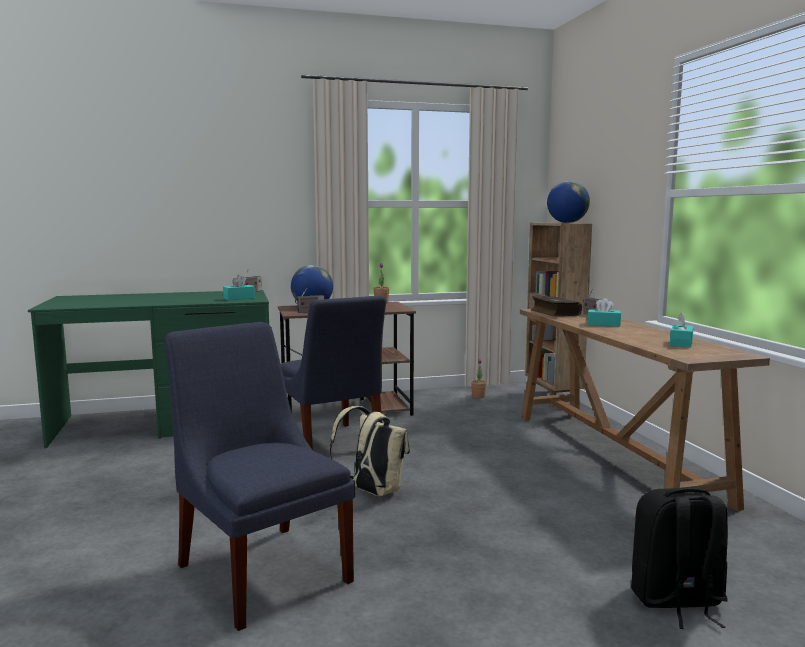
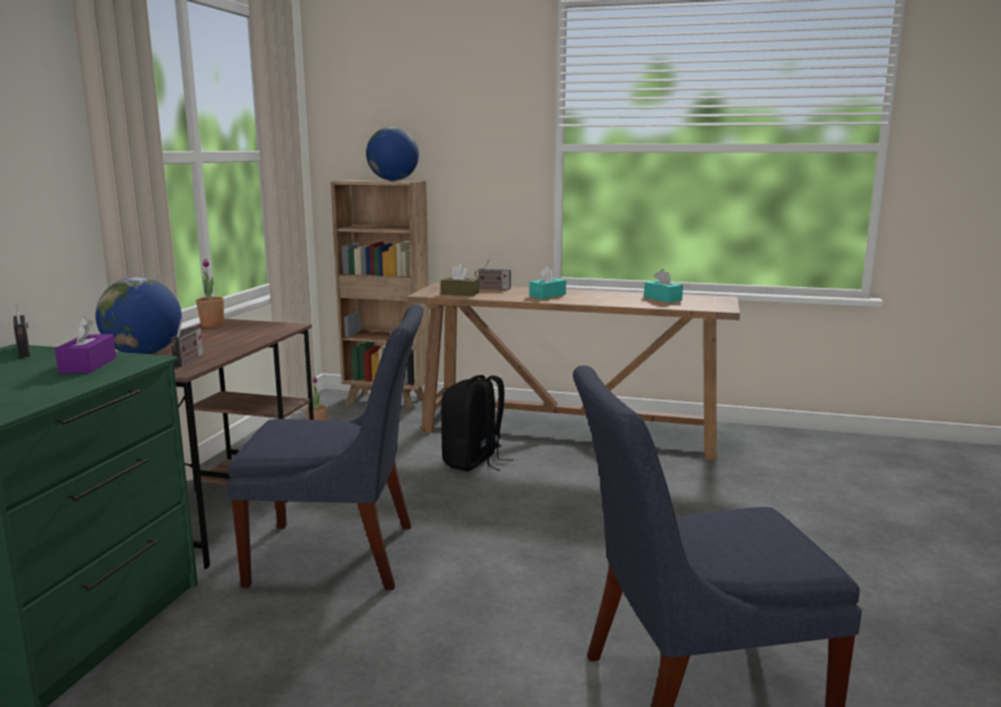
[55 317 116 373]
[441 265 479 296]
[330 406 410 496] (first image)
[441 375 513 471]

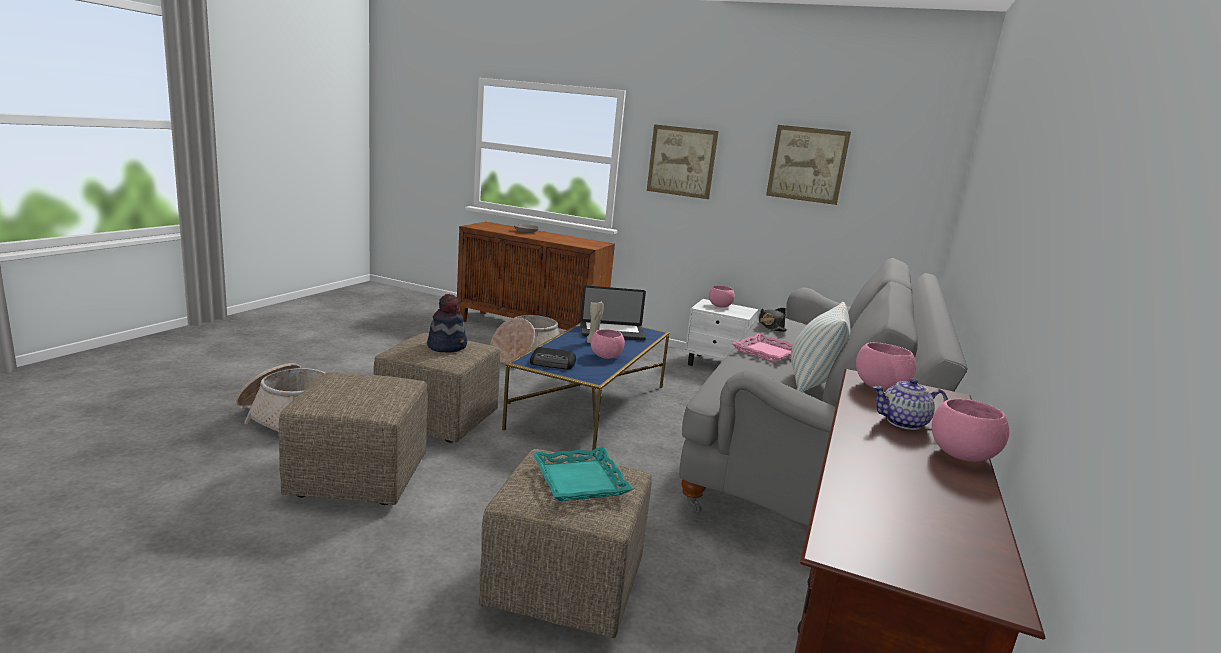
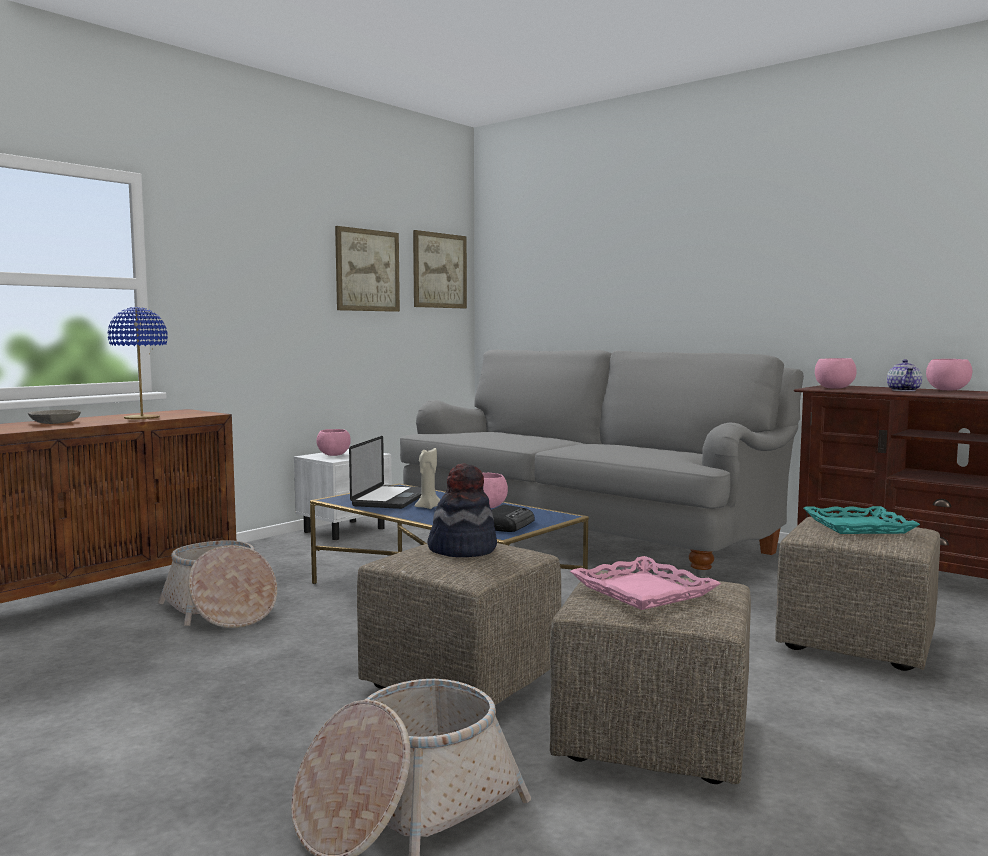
[413 230 467 308]
[791 302 851 392] (first image)
[759 308 787 332] (first image)
[570 556 721 610]
[108 307 168 419]

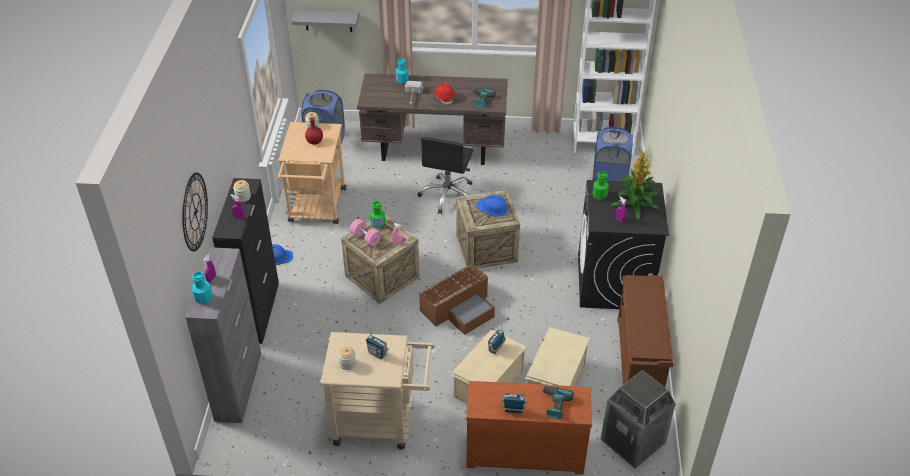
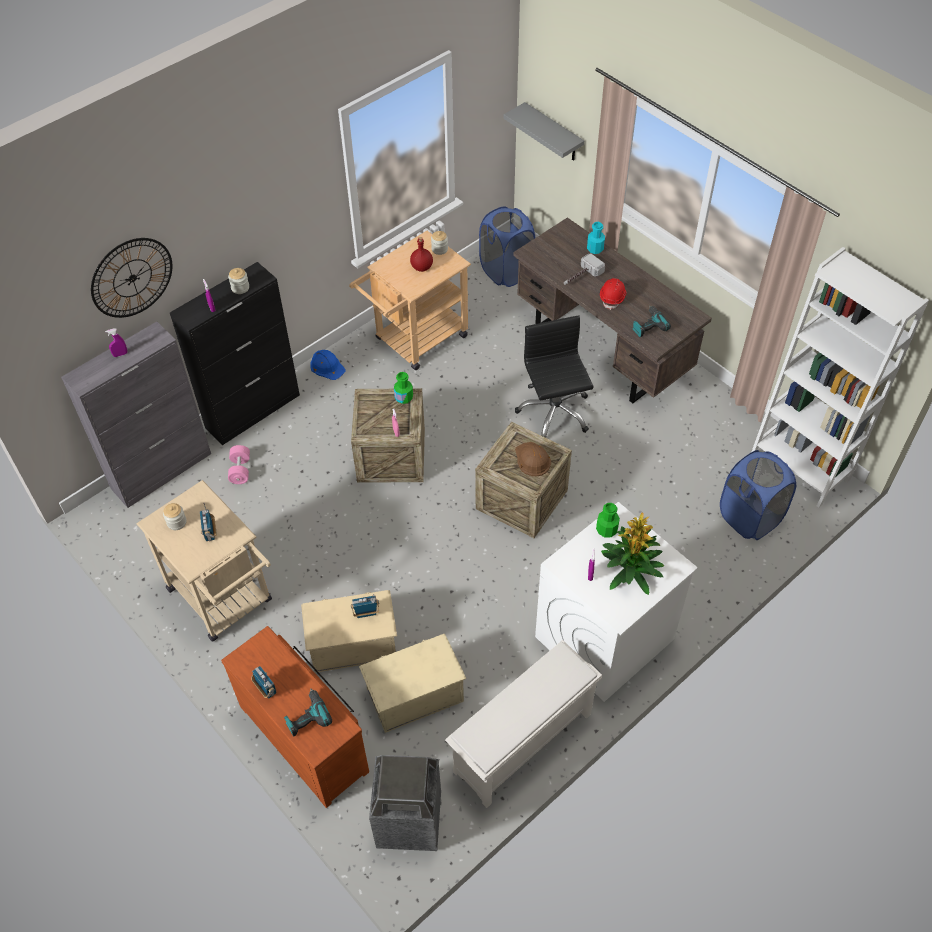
[515 315 594 438]
[535 502 698 702]
[515 442 551 476]
[228 445 250 484]
[419 263 495 335] (first image)
[191 272 213 304] (first image)
[445 640 602 808]

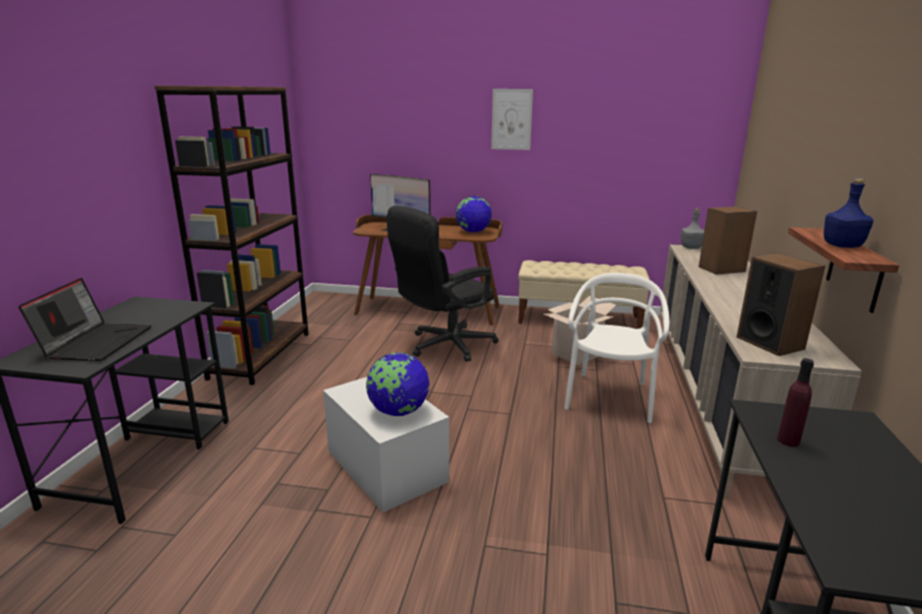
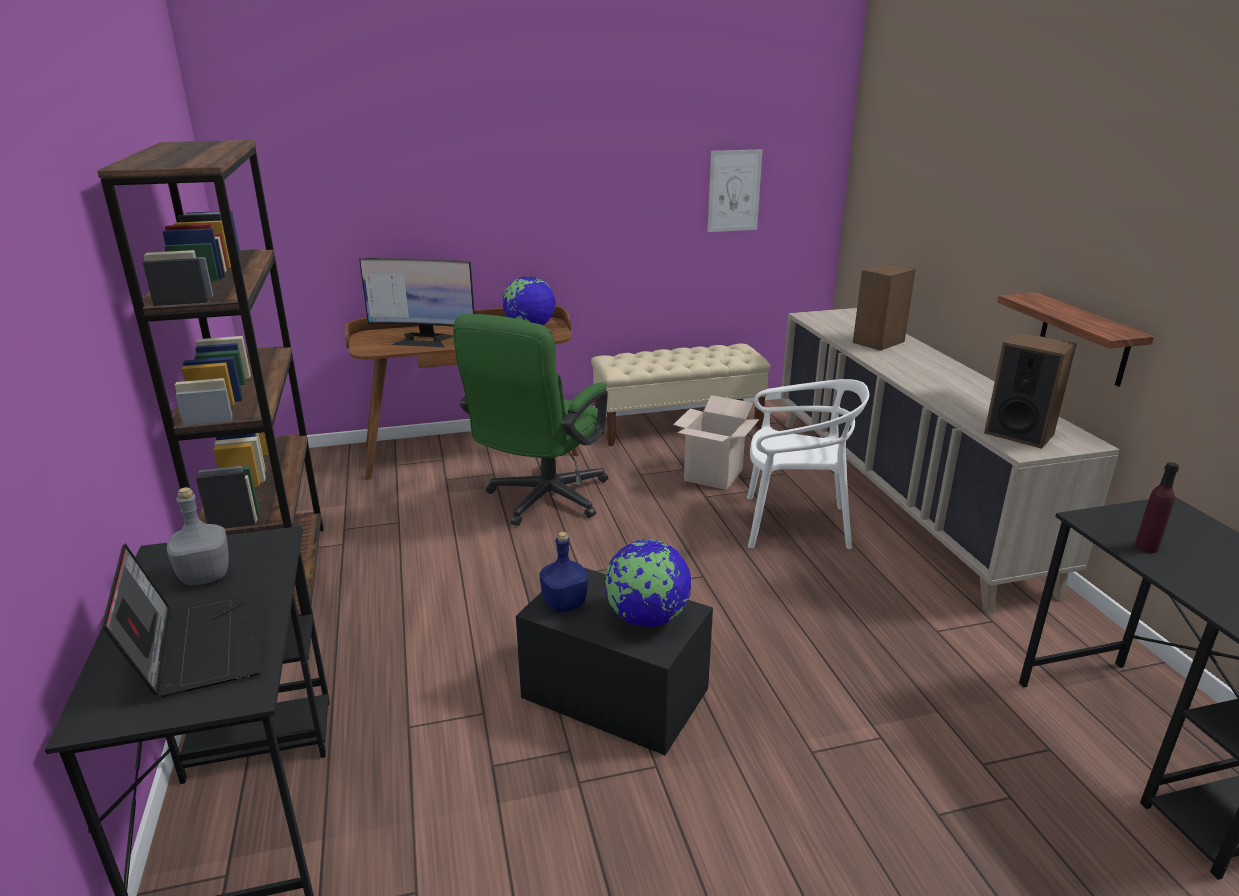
[707 149 763 232]
[539 532 588 613]
[453 314 608 526]
[167 487 229 585]
[747 379 869 549]
[516 568 713 755]

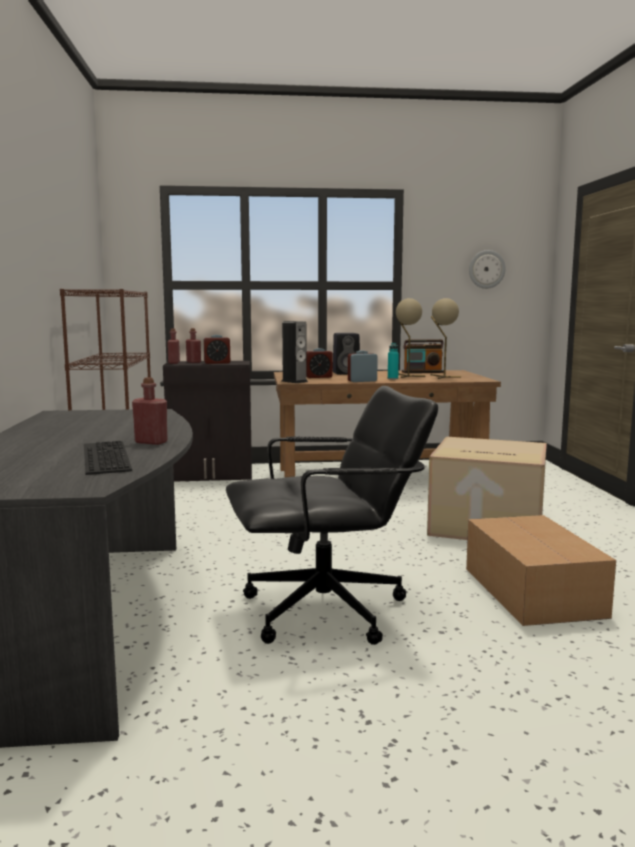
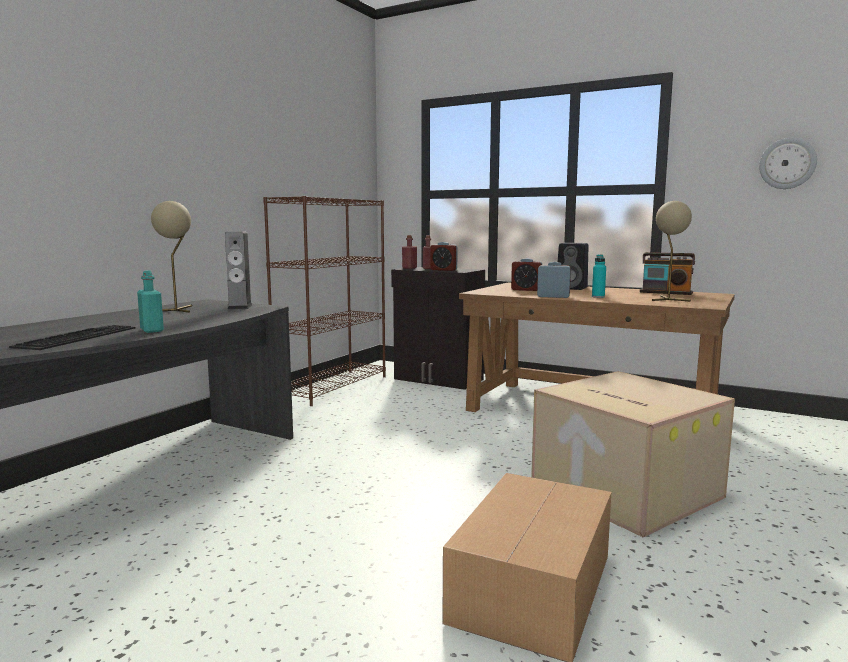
[151 201 193 313]
[225 231 252 309]
[137 270 164 333]
[226 386 438 645] (first image)

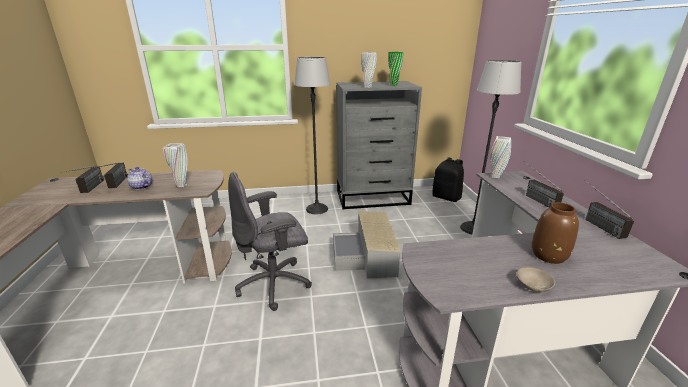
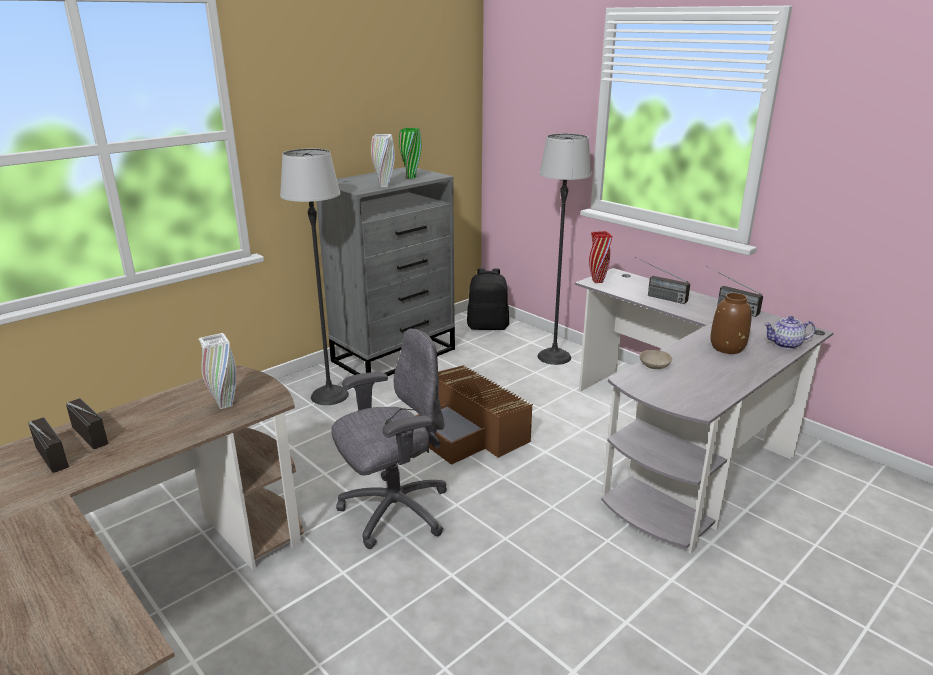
[589 231 613 283]
[764 316 815 349]
[331 328 447 549]
[416 365 533 465]
[639 350 672 369]

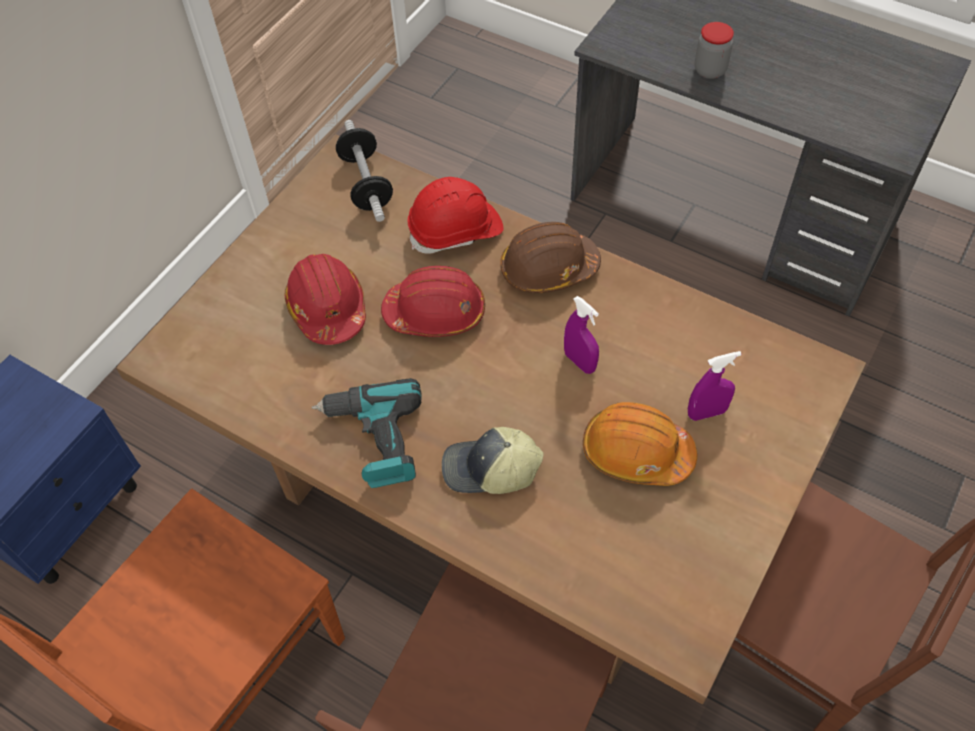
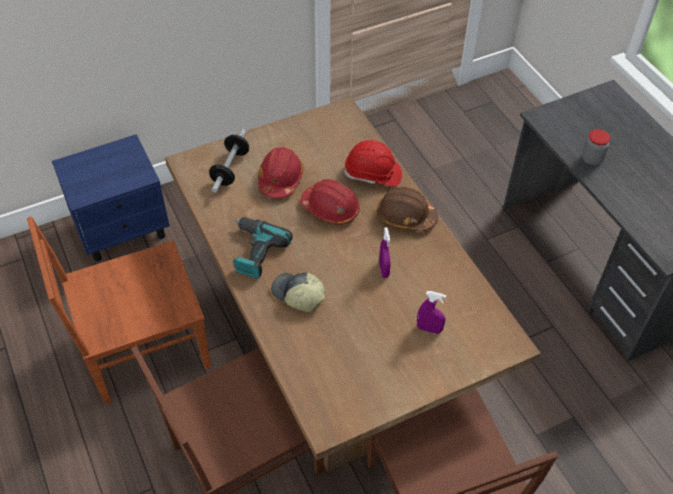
[209 129 249 193]
[583 402 697 486] (first image)

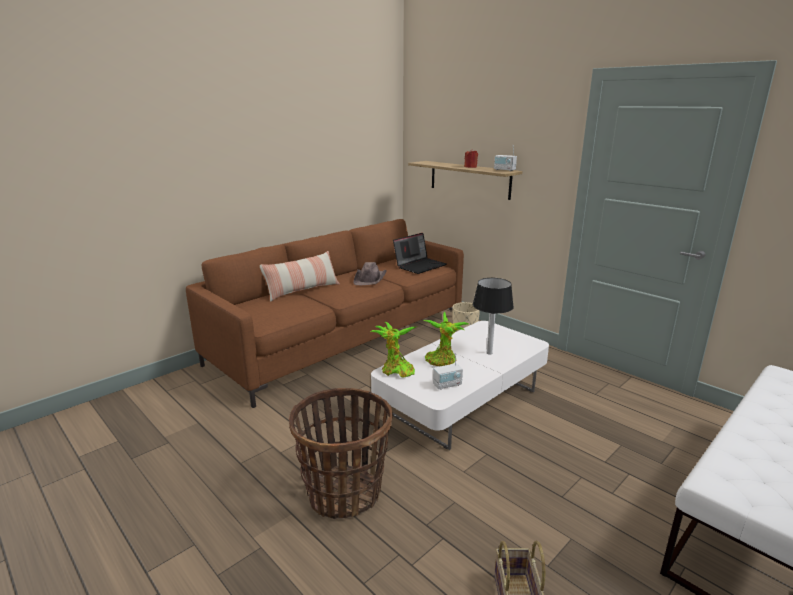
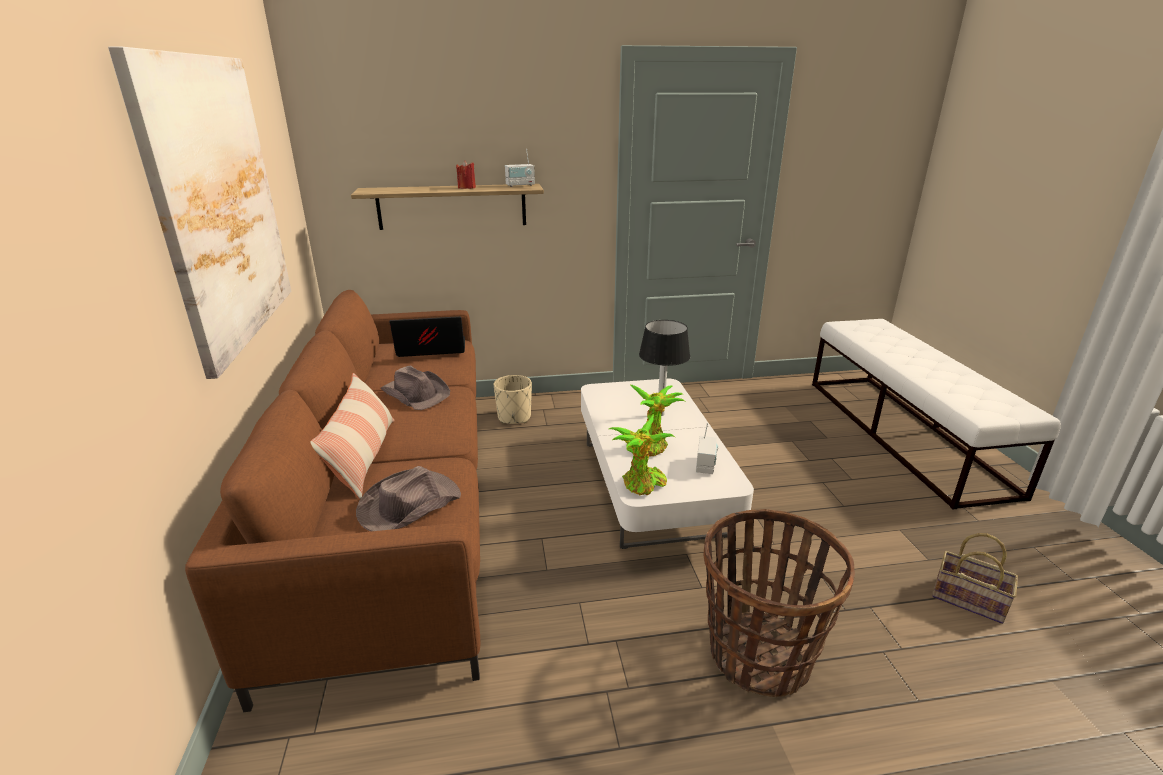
[389 316 465 357]
[108 47 291 379]
[356 466 461 531]

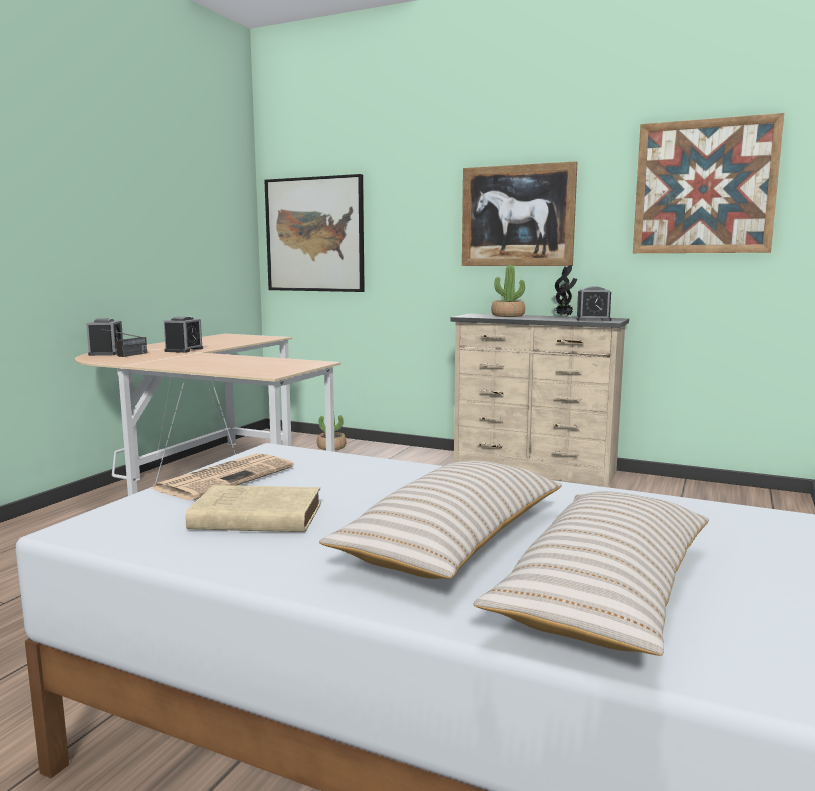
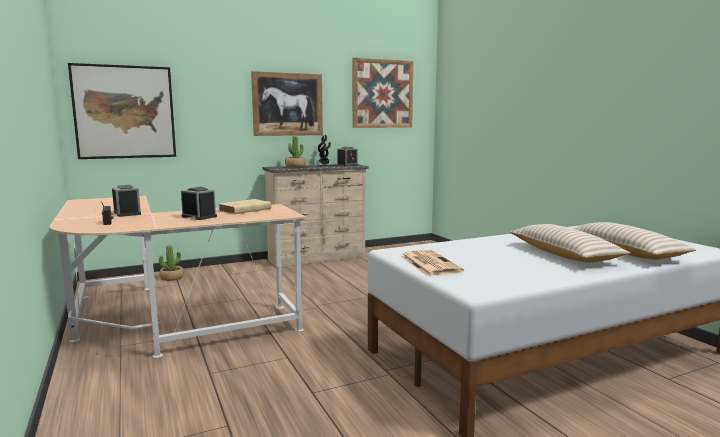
[181 187 217 220]
[218 199 271 214]

